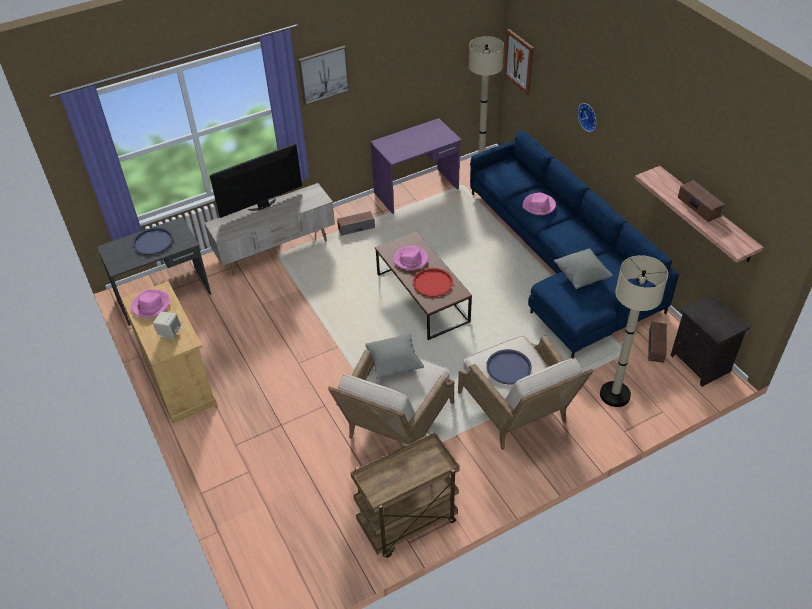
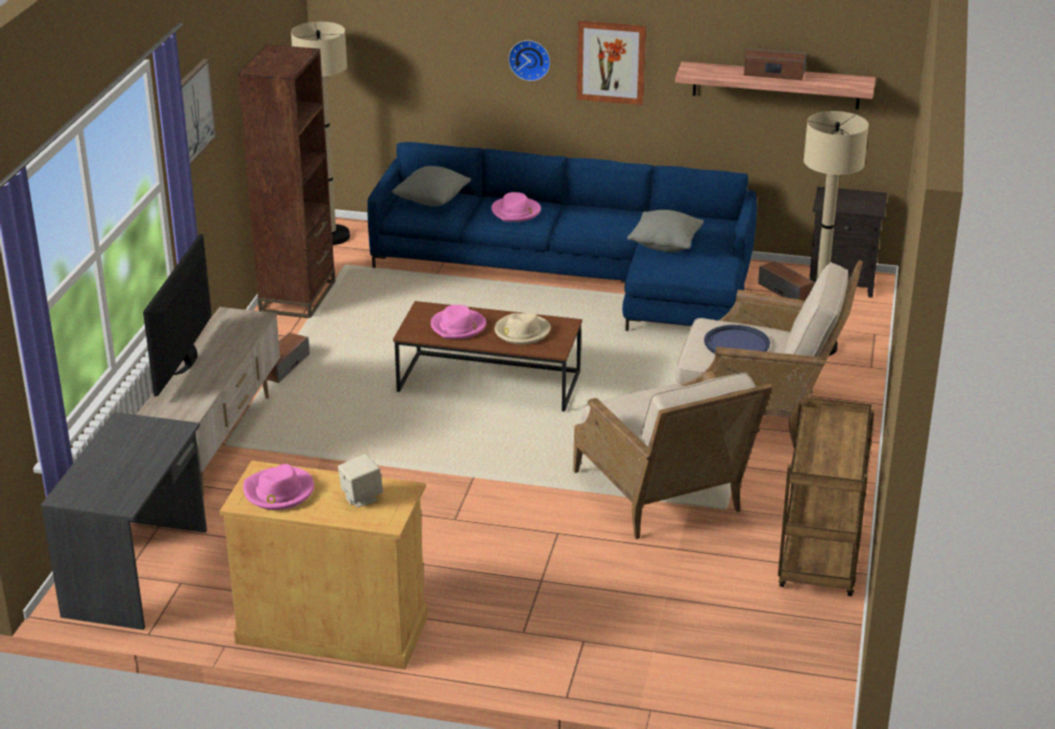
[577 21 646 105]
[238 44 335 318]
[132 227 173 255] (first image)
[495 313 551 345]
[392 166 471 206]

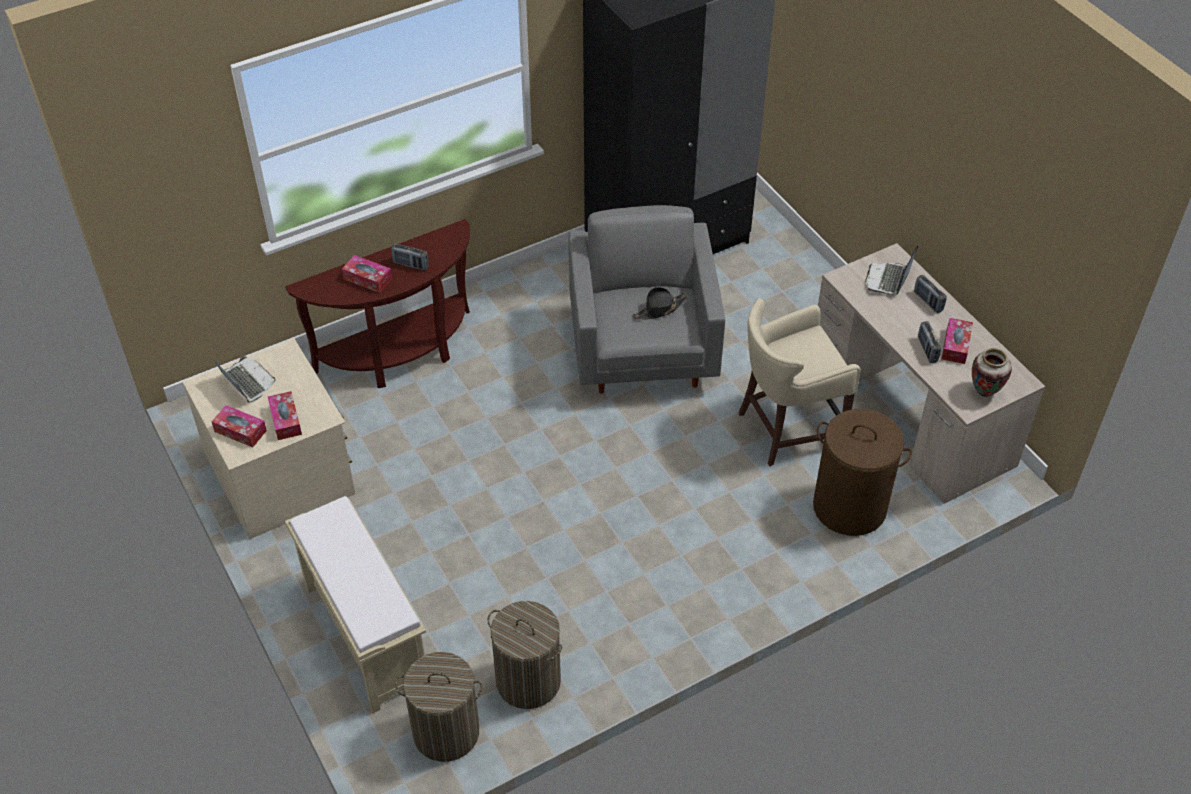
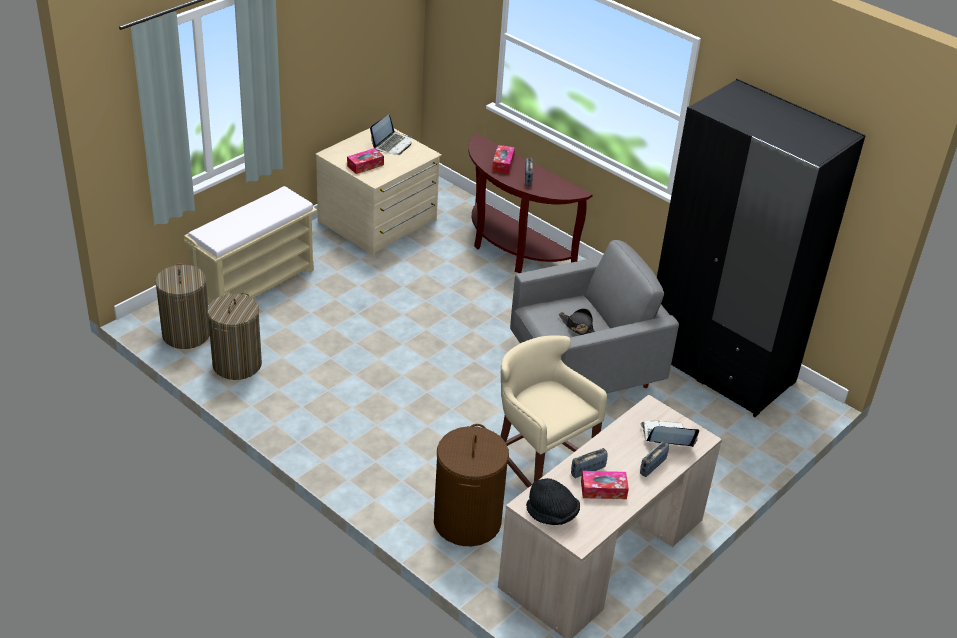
[526 478 580 525]
[212 405 267 447] (first image)

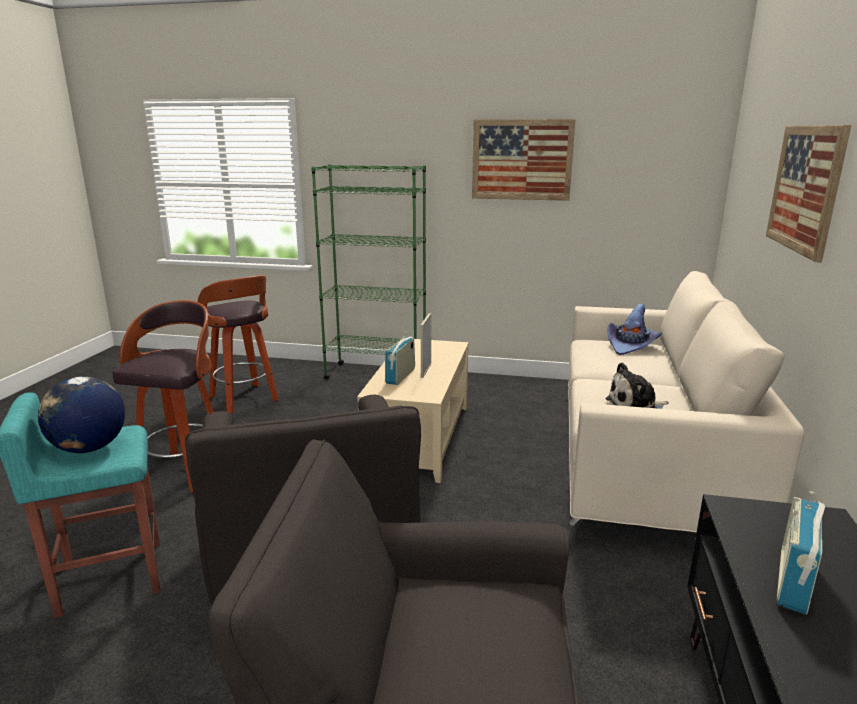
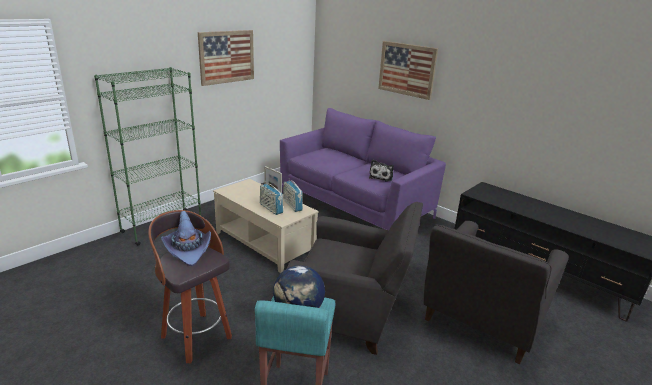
[280 108 446 230]
[197 275 279 414] (first image)
[161 211 211 266]
[283 178 303 212]

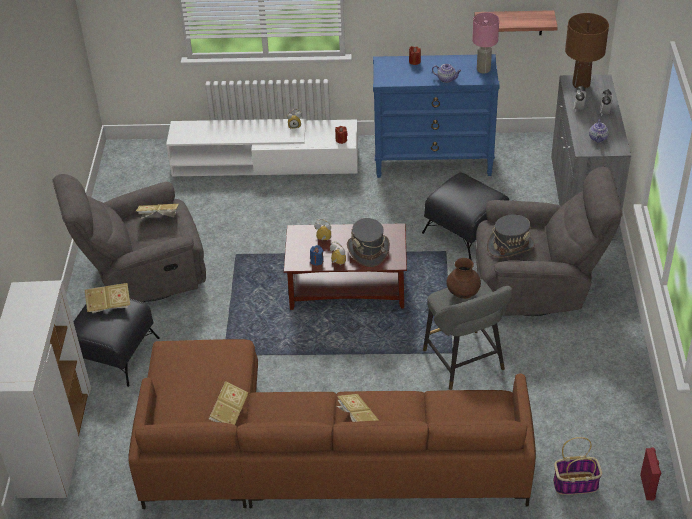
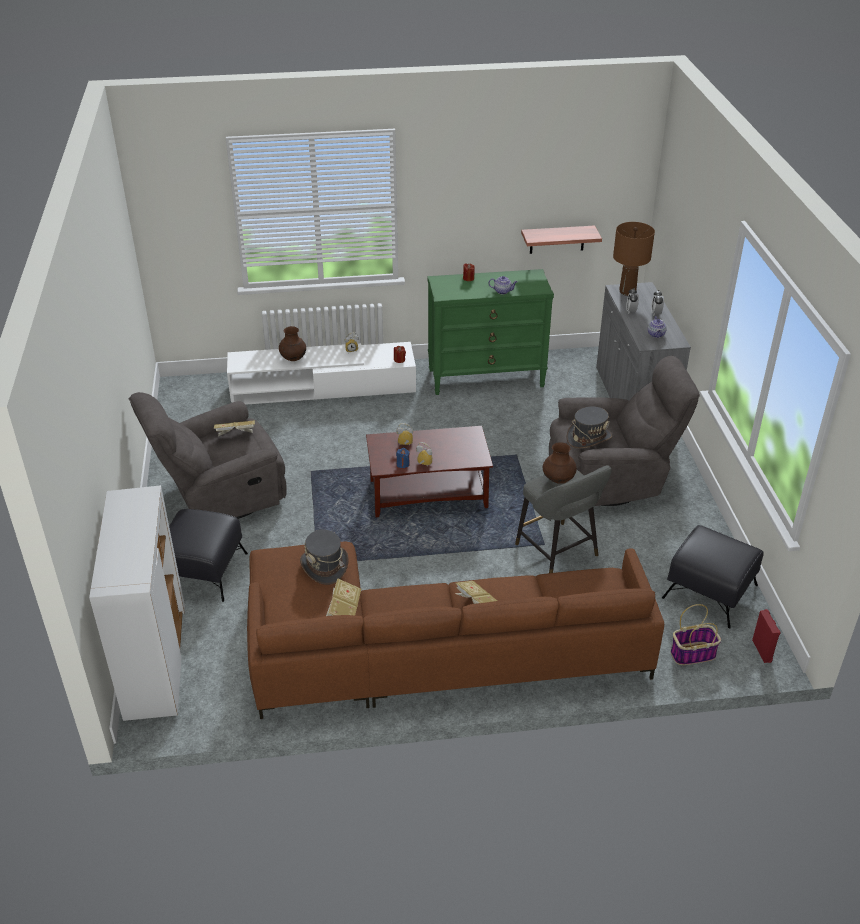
[472 12 499 73] (first image)
[427 269 554 395]
[662 525 764 628]
[300 530 348 585]
[85 283 130 313] (first image)
[279 326 306 361]

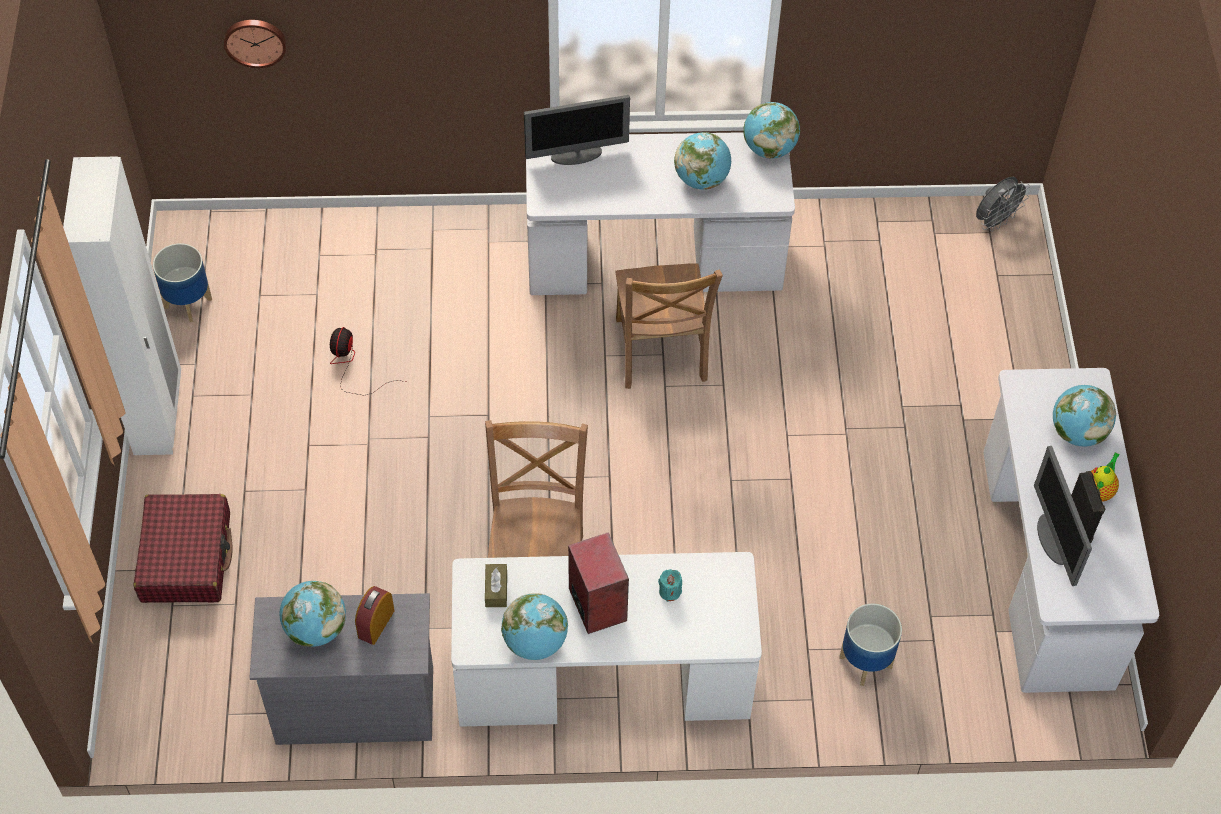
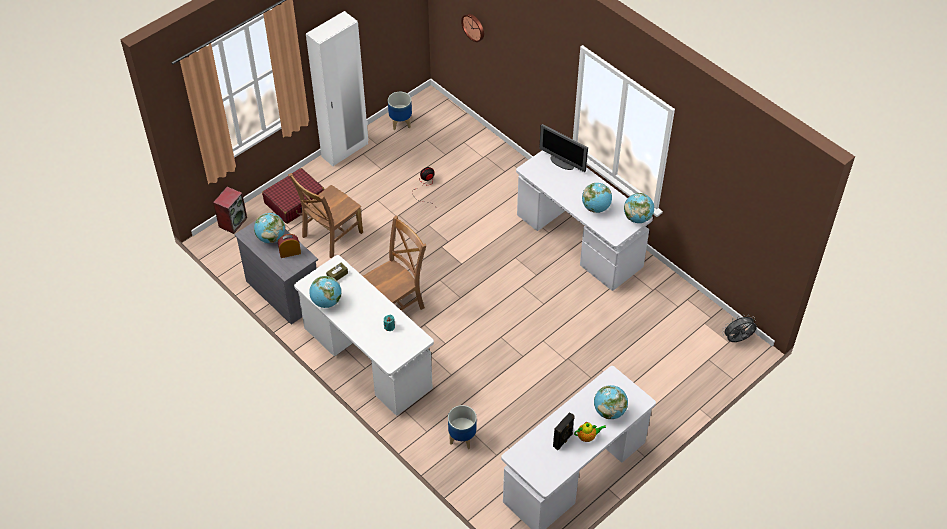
[723 314 757 342]
[288 173 363 258]
[1034 446 1092 586] (first image)
[213 187 247 234]

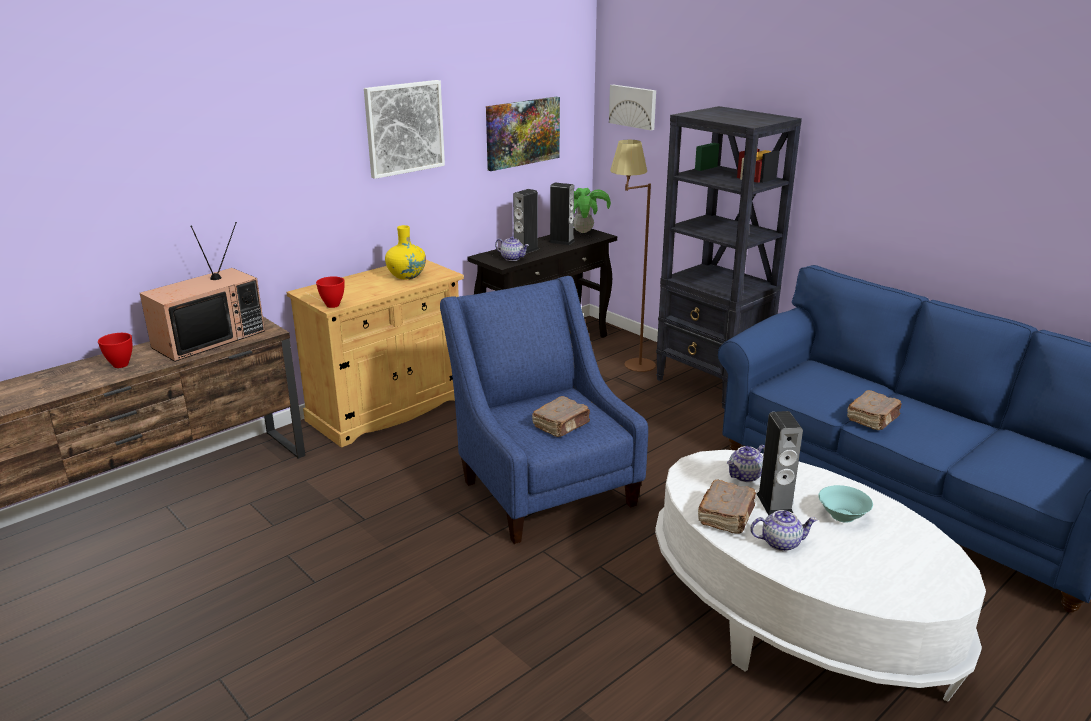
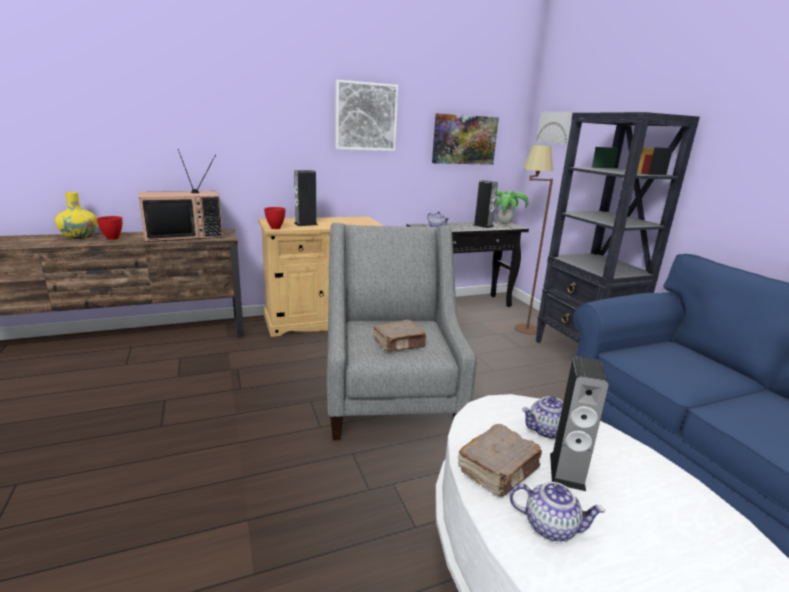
[294 170 318 226]
[55 192 98 239]
[327 223 477 440]
[847 390 902 430] (first image)
[818 485 873 523] (first image)

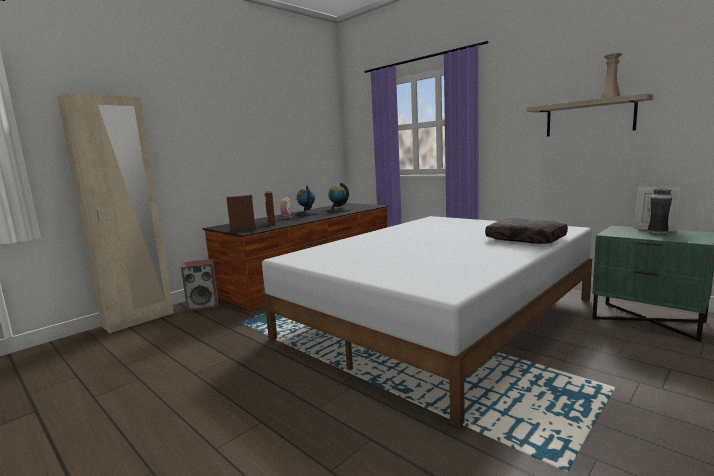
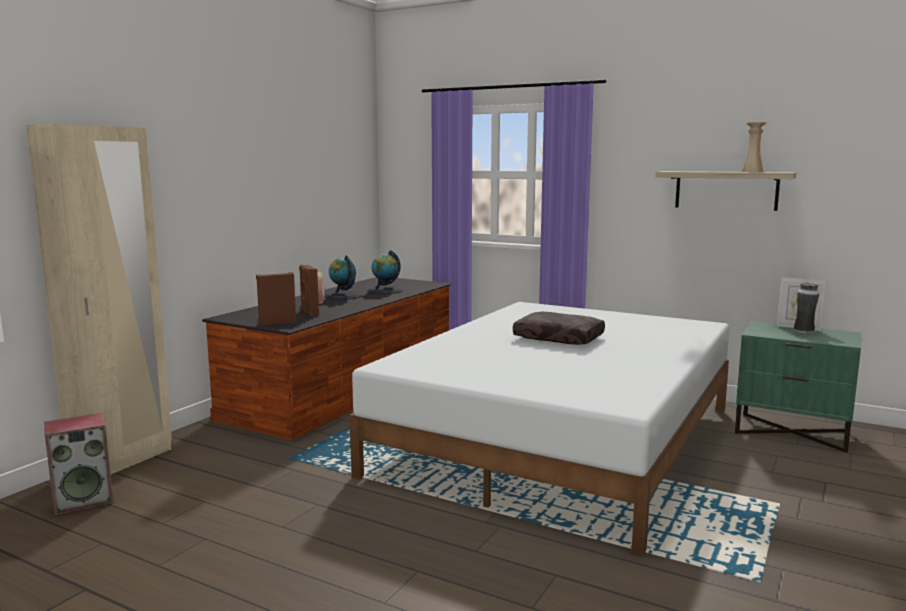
[513 312 605 345]
[44 413 114 515]

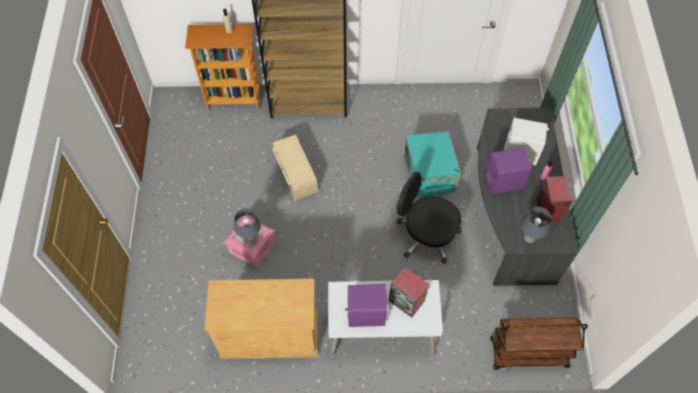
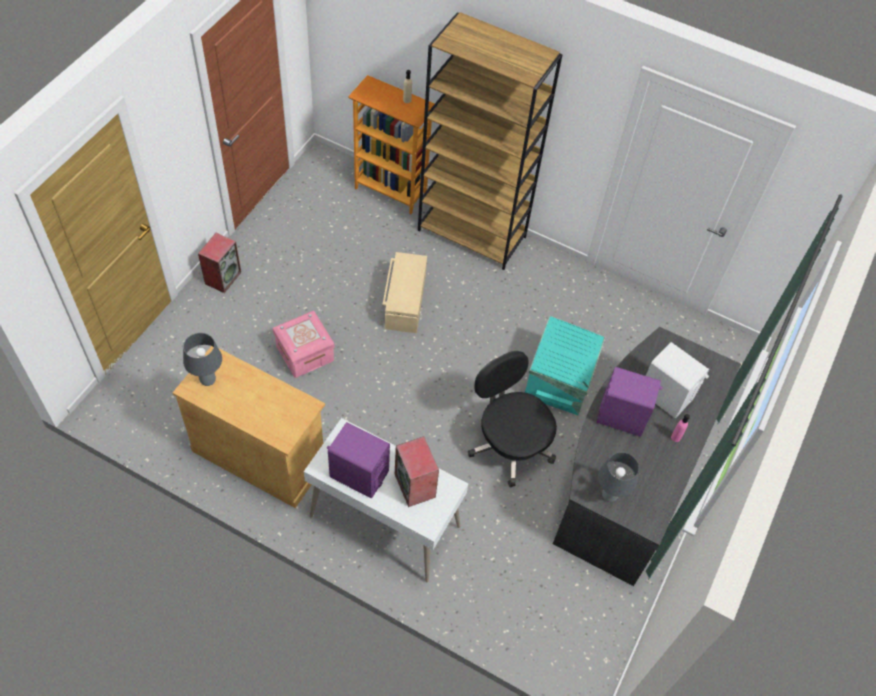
[198 233 241 293]
[183 333 222 386]
[490 317 588 370] (first image)

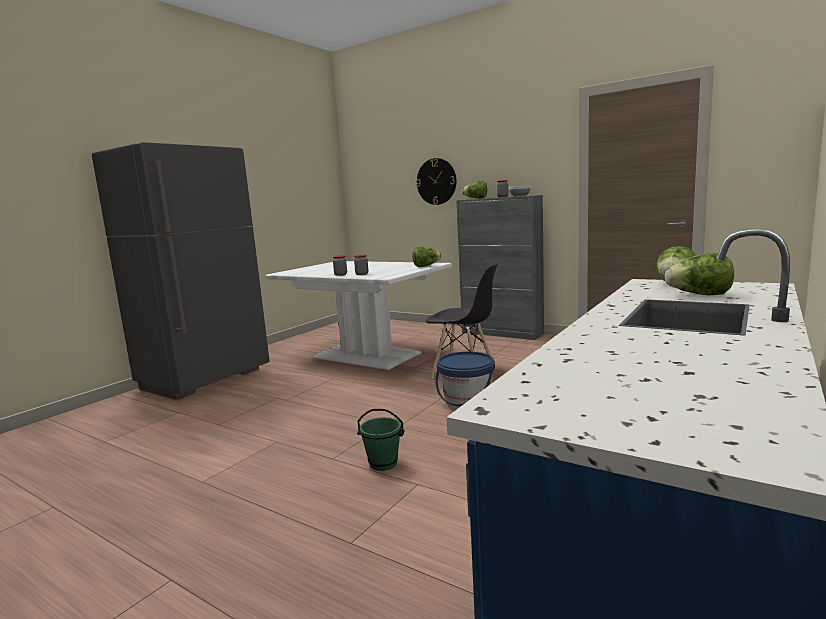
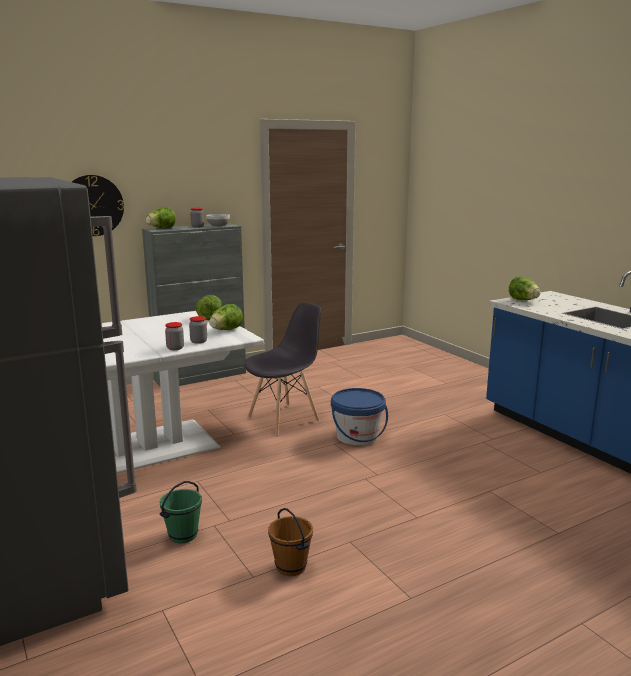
[209 304 243 330]
[159 481 202 543]
[268 508 313 576]

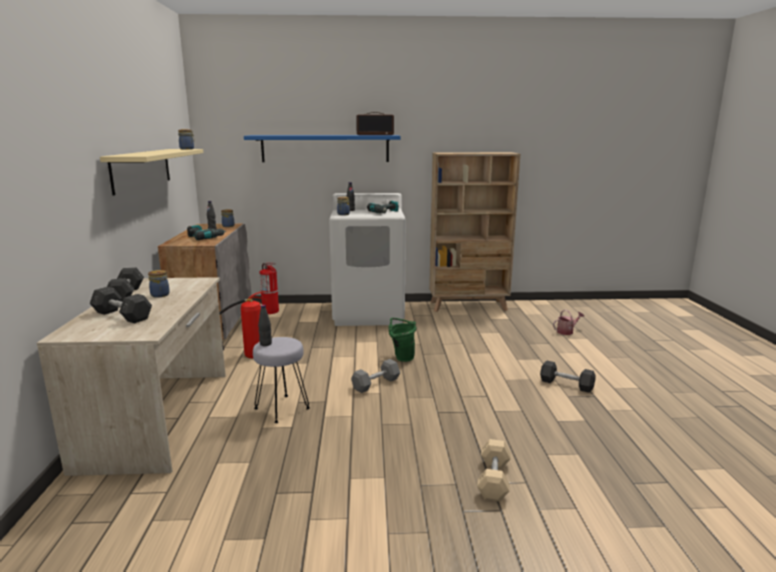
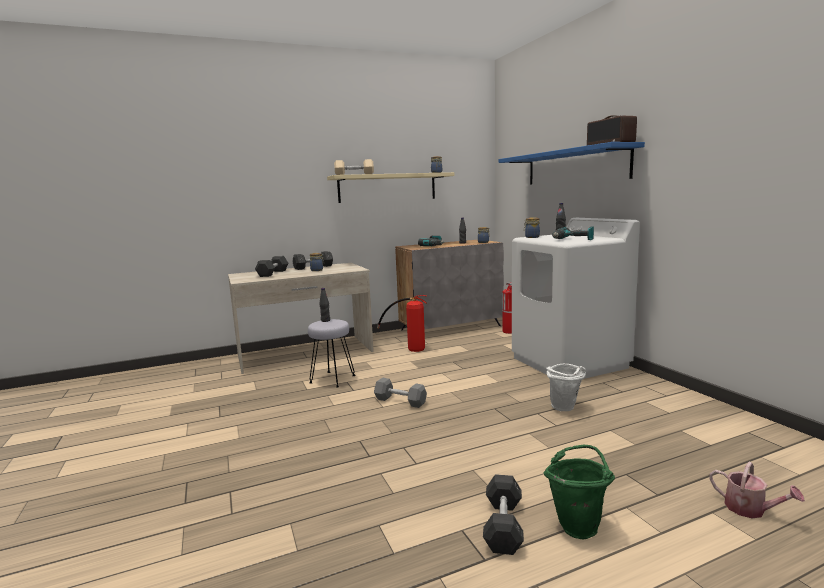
[429 152 520 312] (first image)
[543 445 615 539]
[334 159 374 175]
[547 364 586 411]

